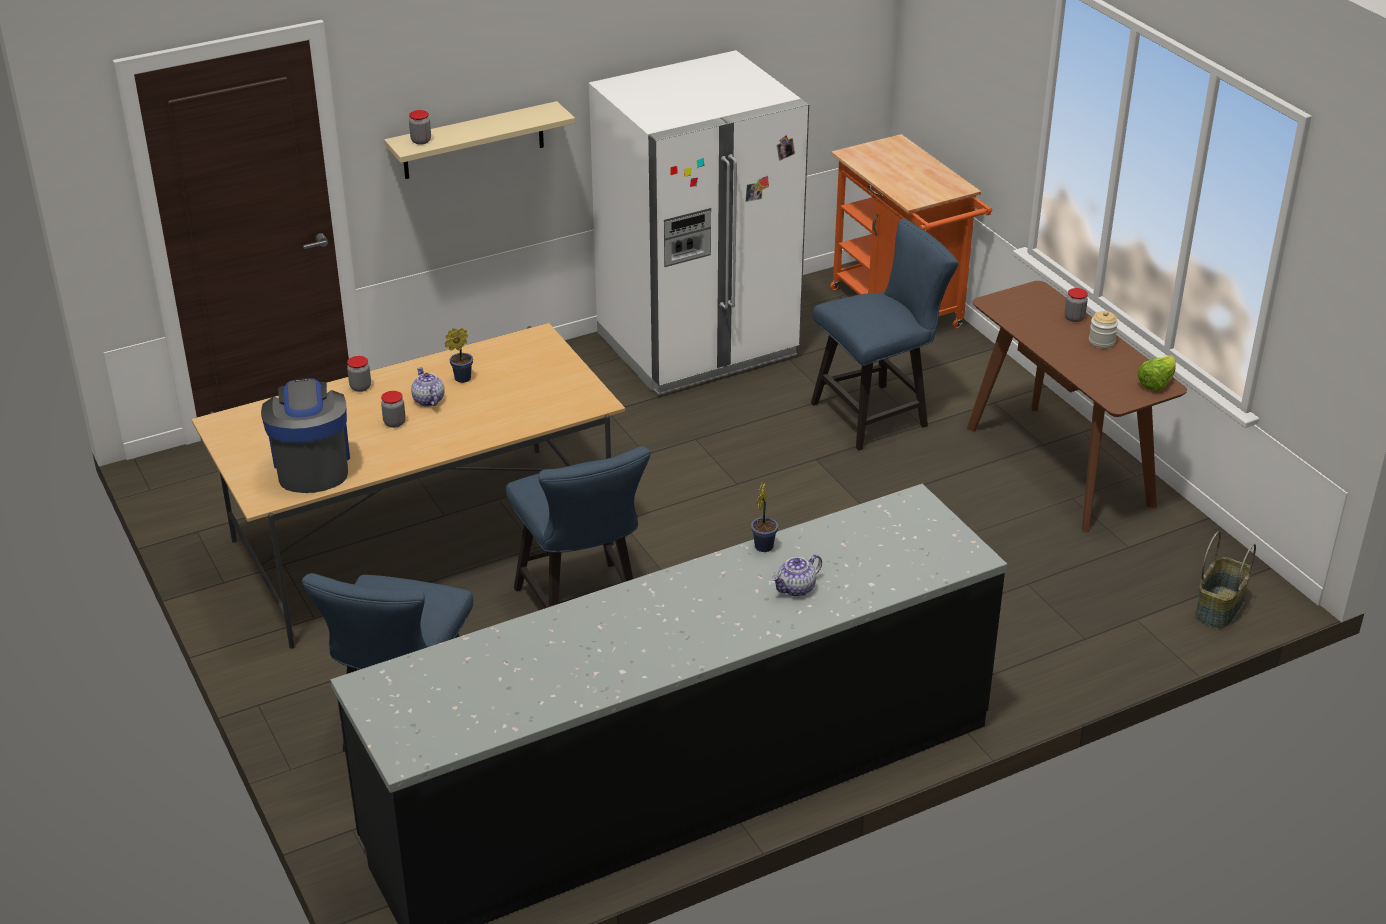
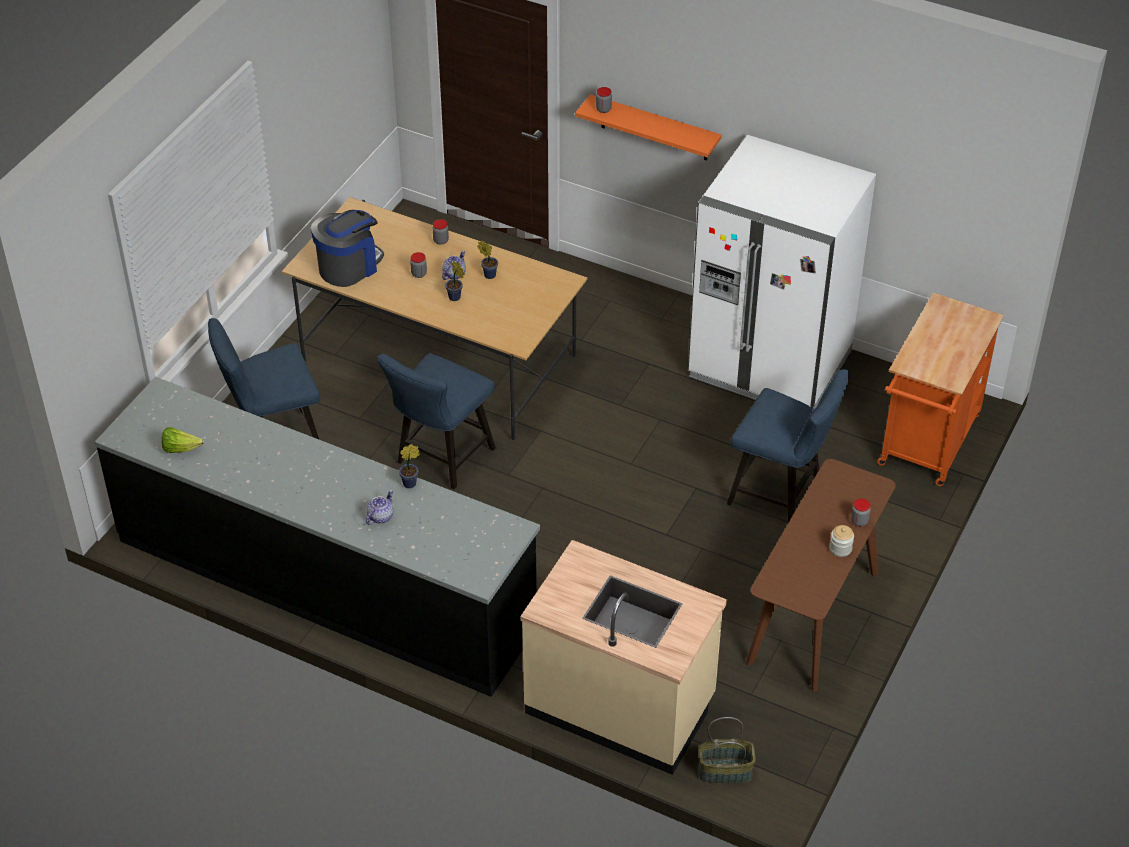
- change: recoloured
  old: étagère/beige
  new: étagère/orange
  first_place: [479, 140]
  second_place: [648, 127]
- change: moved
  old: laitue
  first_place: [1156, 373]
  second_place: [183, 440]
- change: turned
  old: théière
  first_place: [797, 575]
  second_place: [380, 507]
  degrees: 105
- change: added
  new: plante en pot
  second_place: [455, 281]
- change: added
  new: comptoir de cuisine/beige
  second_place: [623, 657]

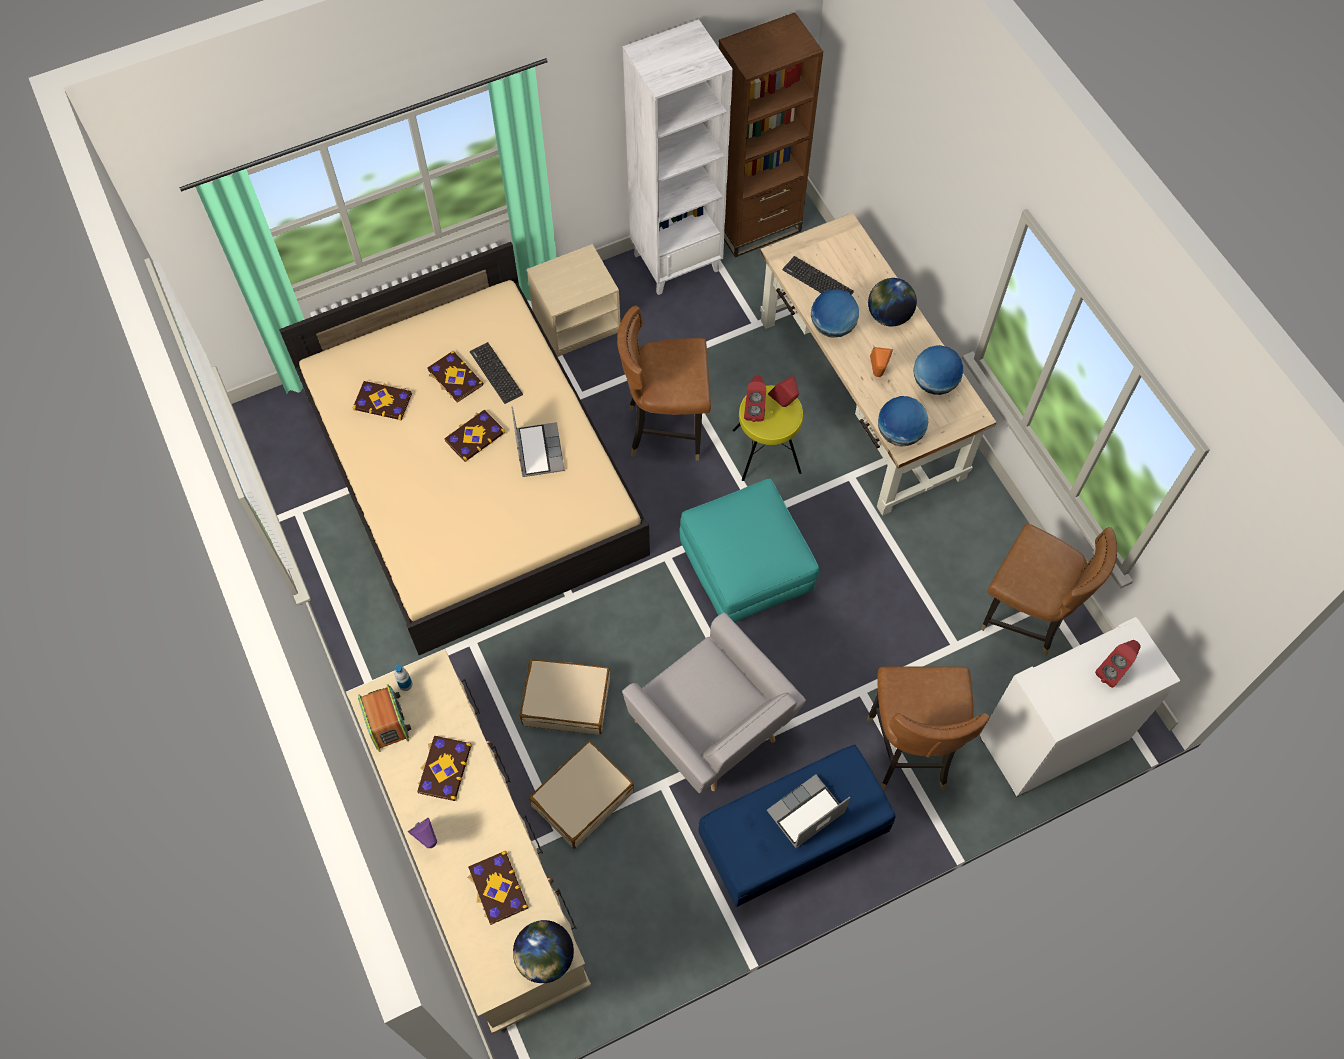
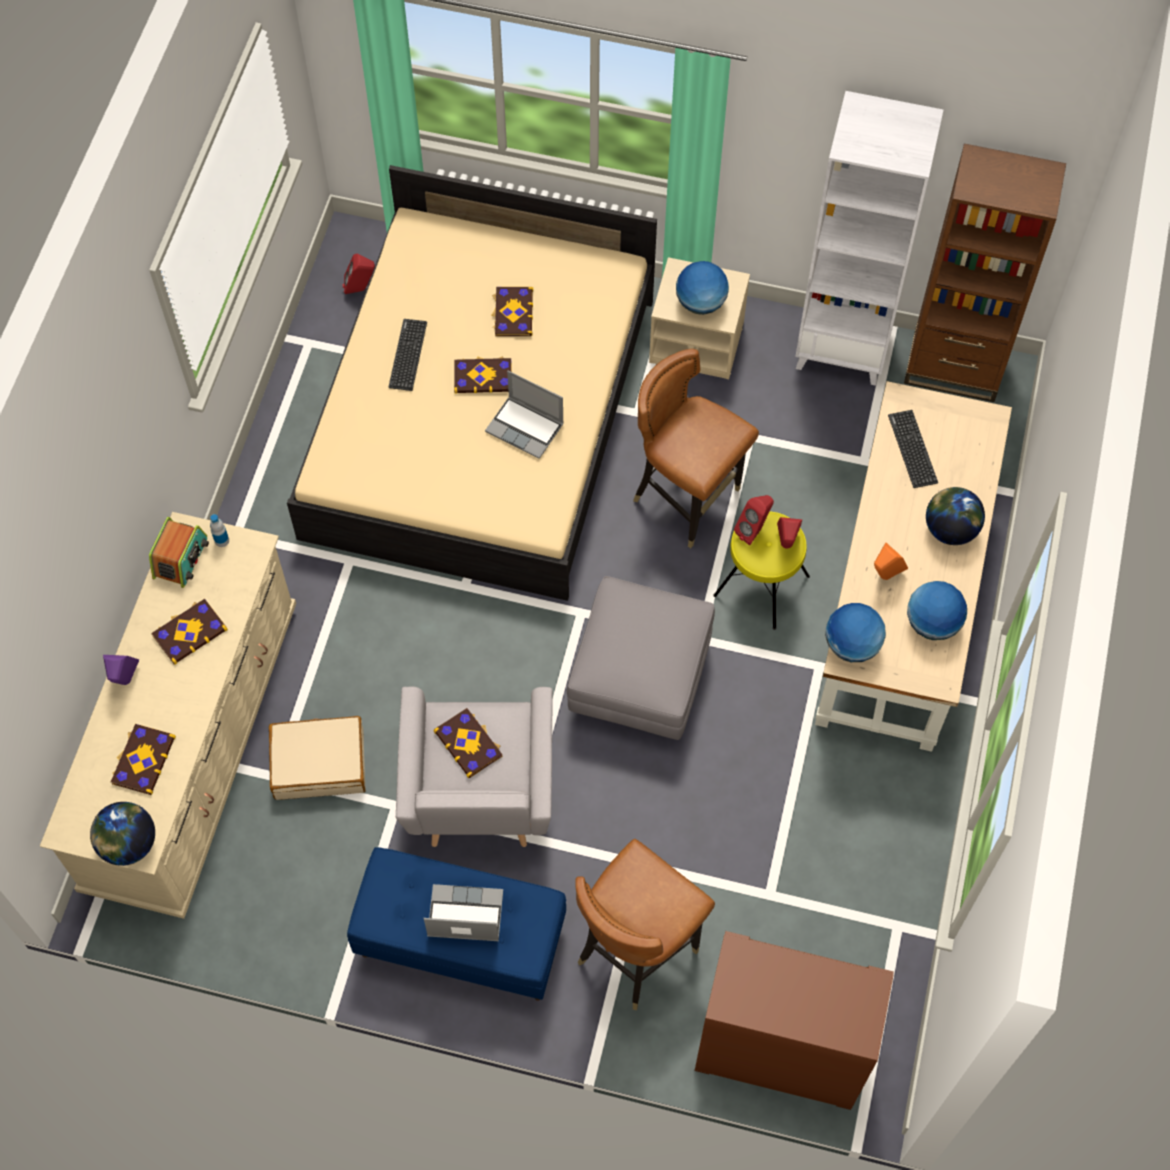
- change: moved
  old: globe
  first_place: [835, 313]
  second_place: [702, 288]
- change: moved
  old: clavier
  first_place: [496, 373]
  second_place: [407, 355]
- change: moved
  old: livre
  first_place: [382, 400]
  second_place: [467, 743]
- change: turned
  old: ordinateur portable
  first_place: [538, 441]
  second_place: [524, 415]
  degrees: 90
- change: recoloured
  old: pouf/turquoise
  new: pouf/gris
  first_place: [749, 550]
  second_place: [641, 658]
- change: removed
  old: chaise/marron
  first_place: [1049, 589]
- change: recoloured
  old: meuble de rangement/blanc
  new: meuble de rangement/marron
  first_place: [1080, 707]
  second_place: [794, 1020]
- change: moved
  old: enceinte/rouge
  first_place: [1117, 664]
  second_place: [359, 274]
- change: removed
  old: valise/beige
  first_place: [565, 697]

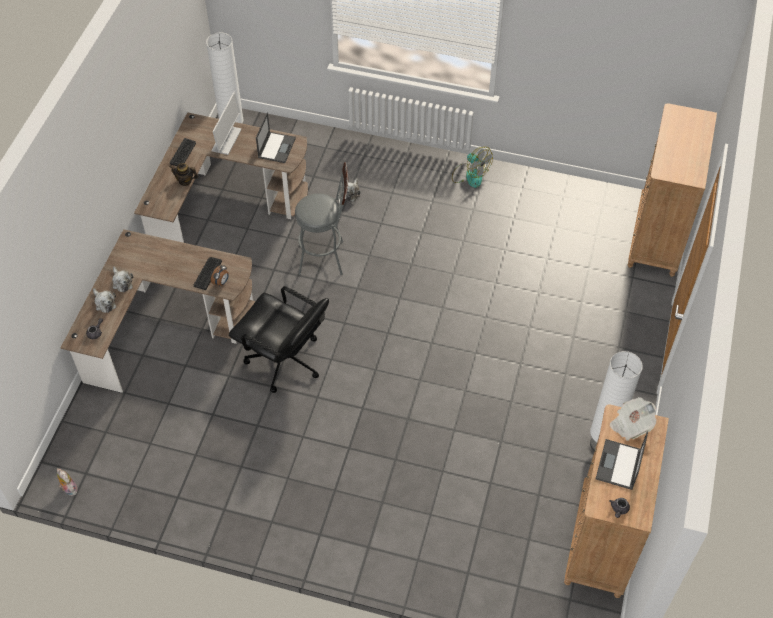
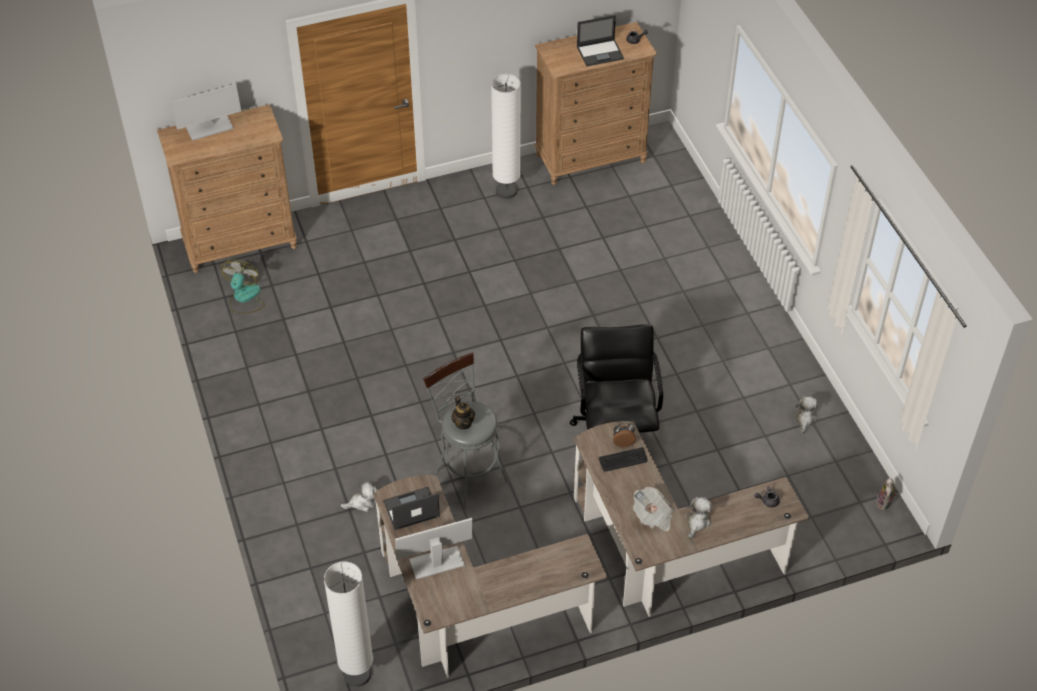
- change: removed
  old: clavier
  first_place: [183, 152]
- change: moved
  old: ventilateur
  first_place: [472, 167]
  second_place: [243, 286]
- change: moved
  old: théière
  first_place: [183, 174]
  second_place: [463, 413]
- change: moved
  old: peluche
  first_place: [104, 300]
  second_place: [806, 415]
- change: moved
  old: journal
  first_place: [633, 419]
  second_place: [653, 509]
- change: added
  new: écran d'ordinateur
  second_place: [206, 112]

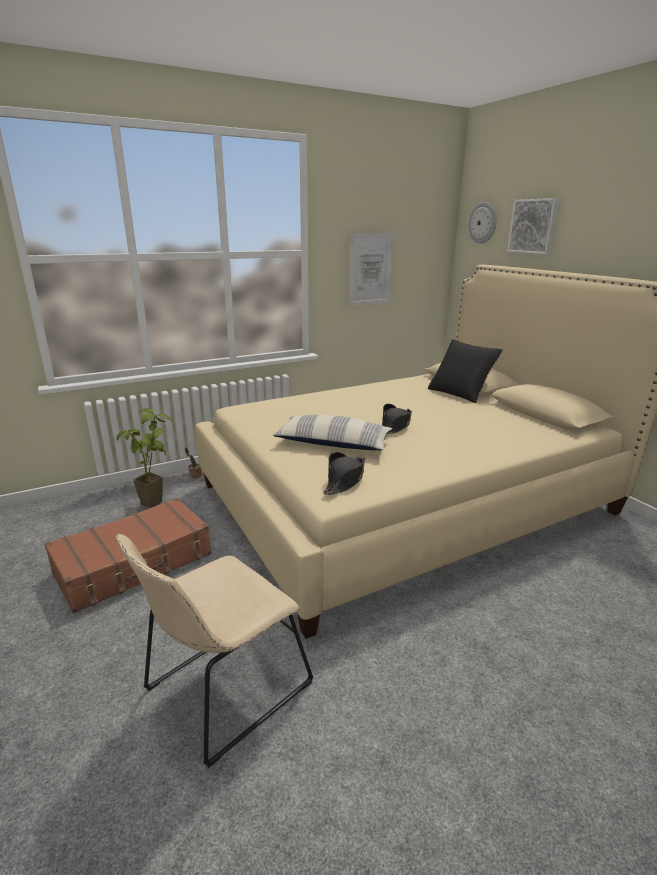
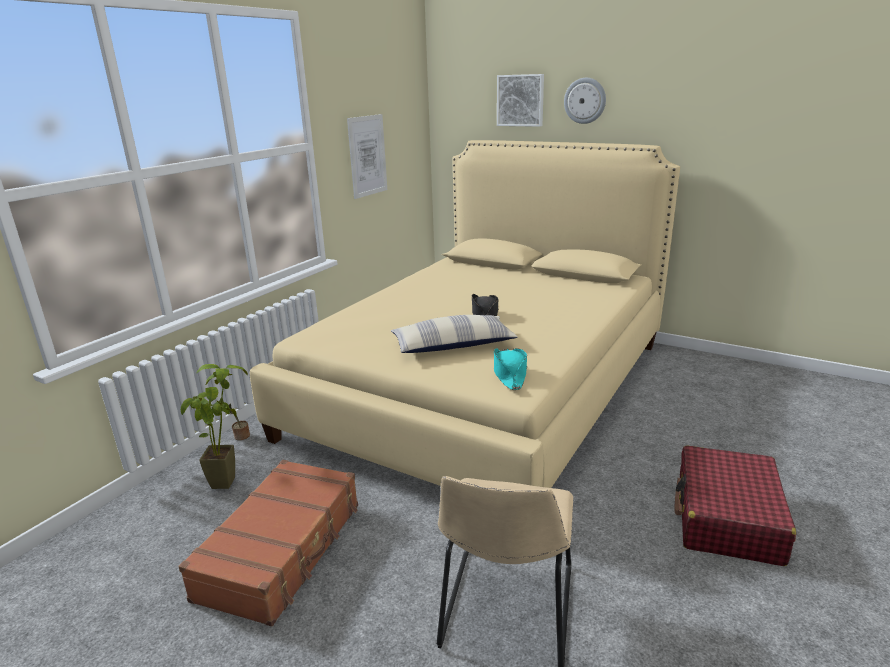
- change: moved
  old: horloge murale
  first_place: [482, 223]
  second_place: [585, 101]
- change: removed
  old: coussin/noir
  first_place: [465, 371]
- change: recoloured
  old: chapeau/noir
  new: chapeau/turquoise
  first_place: [344, 473]
  second_place: [510, 369]
- change: added
  new: valise/rouge
  second_place: [735, 505]

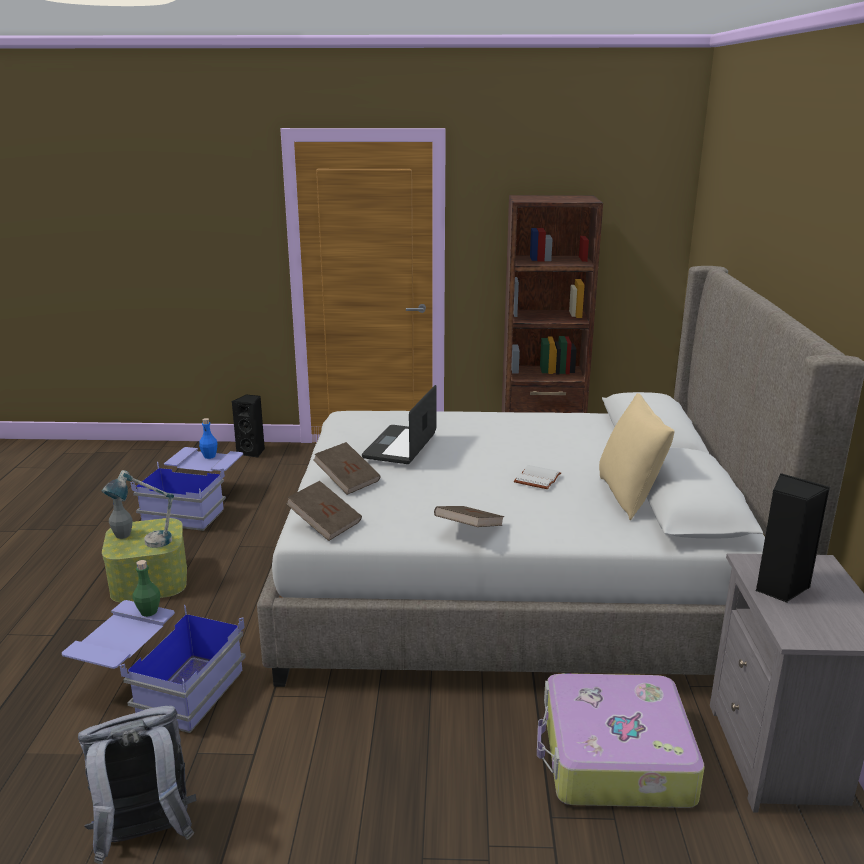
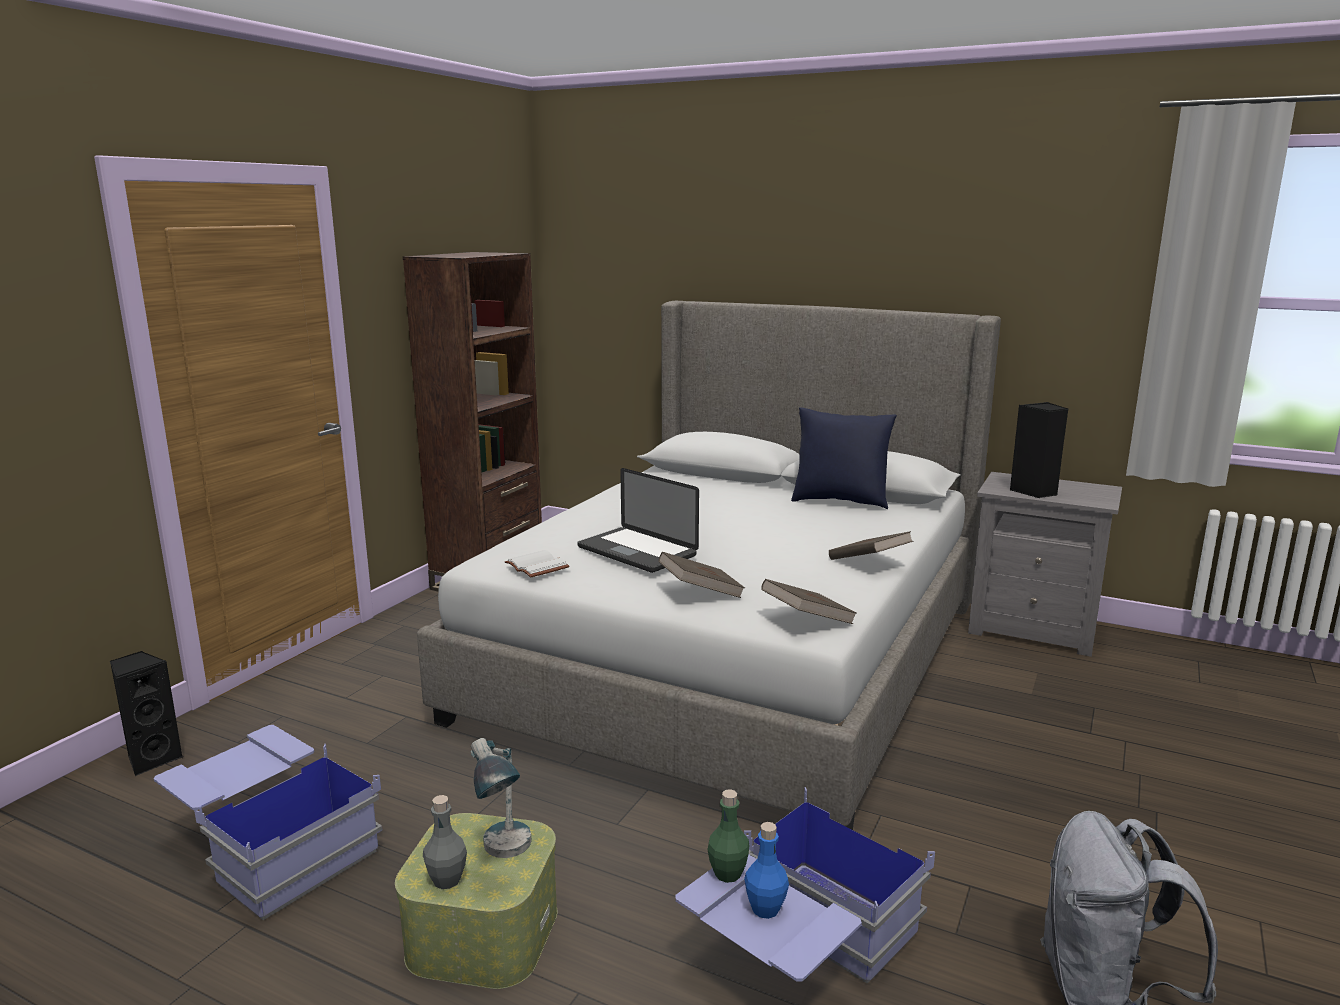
- change: recoloured
  old: coussin/beige
  new: coussin/bleu
  first_place: [637, 456]
  second_place: [844, 458]
- change: moved
  old: bouteille/bleu
  first_place: [208, 438]
  second_place: [766, 870]
- change: moved
  old: livre/blanc
  first_place: [537, 477]
  second_place: [537, 564]
- change: removed
  old: valise
  first_place: [621, 740]

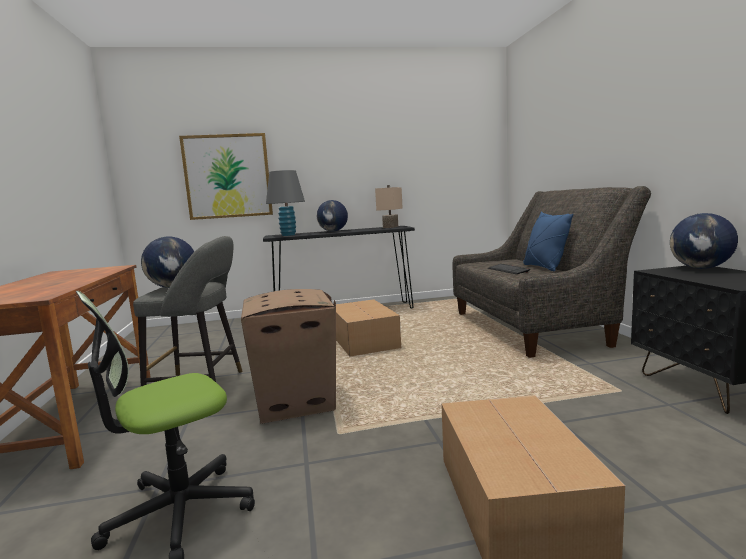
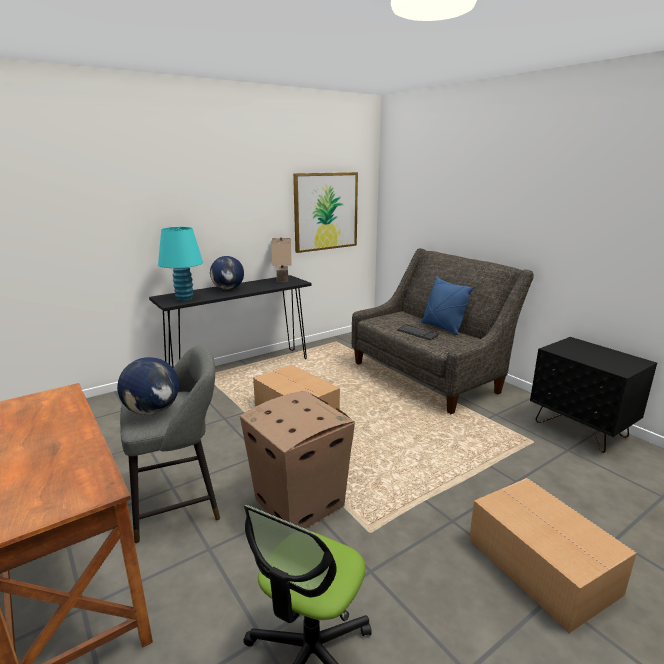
- change: moved
  old: tableau
  first_place: [226, 176]
  second_place: [325, 212]
- change: recoloured
  old: lampe de table/gris
  new: lampe de table/turquoise
  first_place: [285, 203]
  second_place: [180, 264]
- change: removed
  old: globe
  first_place: [704, 241]

